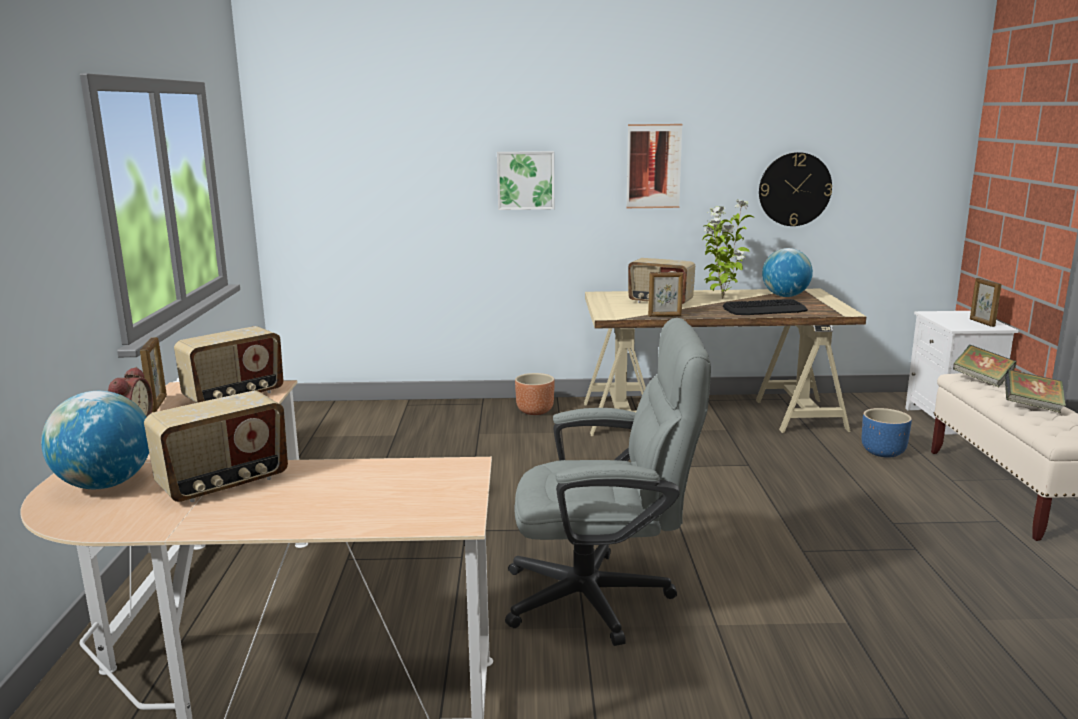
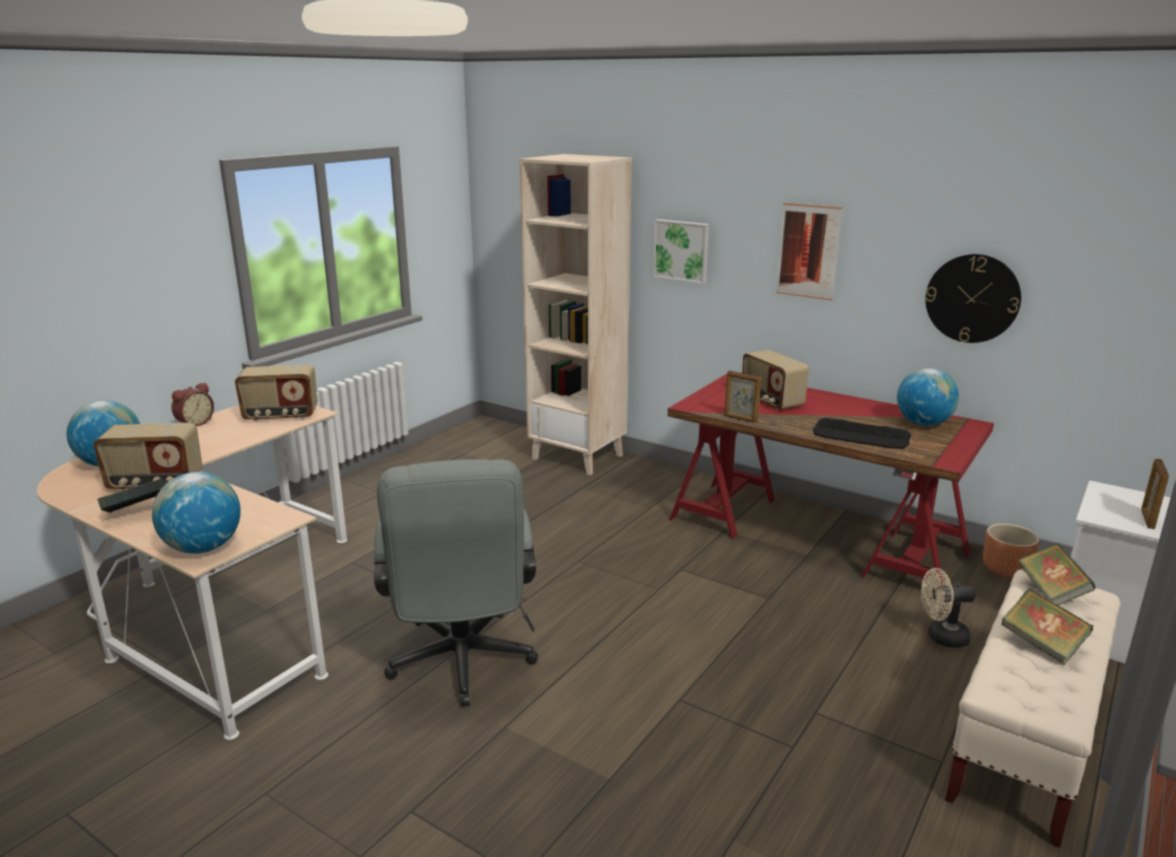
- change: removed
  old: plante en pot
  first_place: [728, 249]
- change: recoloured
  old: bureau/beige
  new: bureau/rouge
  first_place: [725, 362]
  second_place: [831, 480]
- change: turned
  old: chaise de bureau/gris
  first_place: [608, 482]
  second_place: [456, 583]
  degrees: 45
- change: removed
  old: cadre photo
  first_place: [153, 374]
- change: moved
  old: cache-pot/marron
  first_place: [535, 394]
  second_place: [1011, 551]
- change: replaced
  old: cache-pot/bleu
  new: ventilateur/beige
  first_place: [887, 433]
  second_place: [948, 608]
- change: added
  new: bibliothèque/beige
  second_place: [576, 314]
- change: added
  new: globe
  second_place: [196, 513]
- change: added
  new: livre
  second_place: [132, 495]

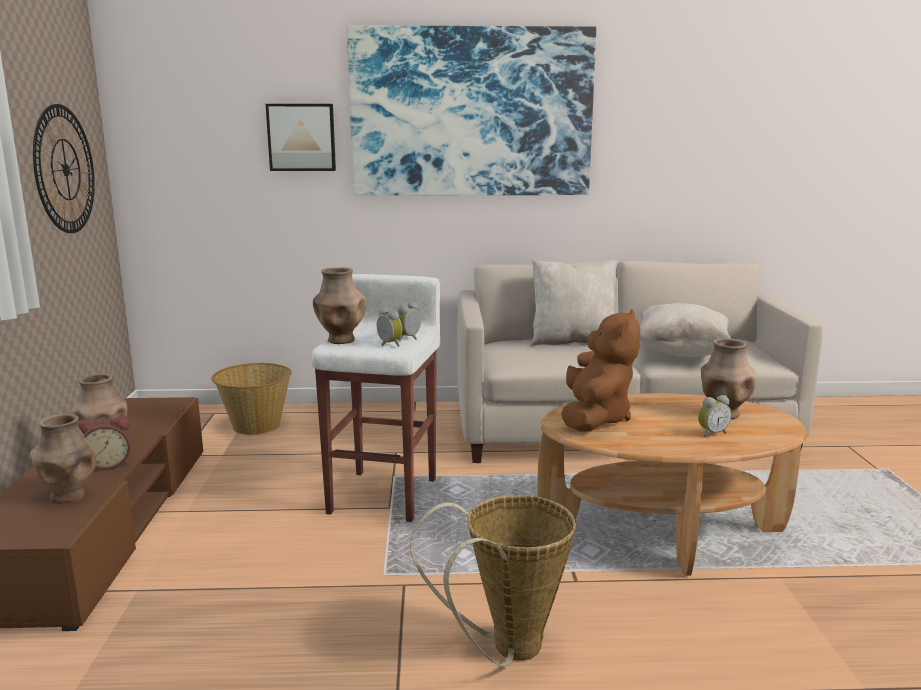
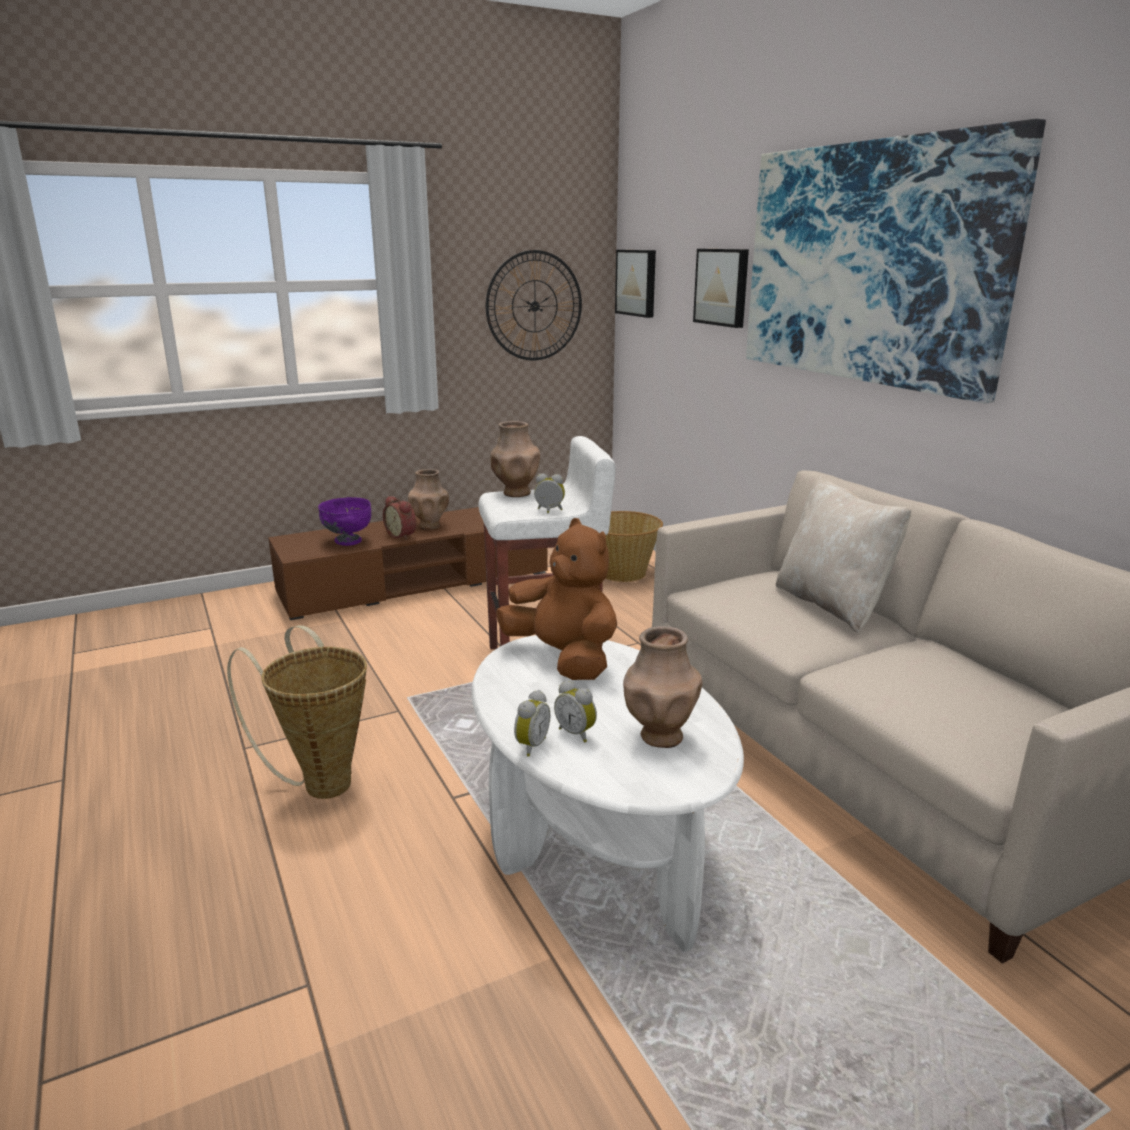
- change: removed
  old: coussin/beige
  first_place: [685, 330]
- change: moved
  old: réveil
  first_place: [389, 327]
  second_place: [532, 723]
- change: turned
  old: peluche/marron
  first_place: [600, 370]
  second_place: [556, 599]
  degrees: -120
- change: recoloured
  old: table basse/marron
  new: table basse/blanc
  first_place: [672, 484]
  second_place: [608, 793]
- change: replaced
  old: vase/marron
  new: bol/violet
  first_place: [63, 459]
  second_place: [344, 521]
- change: added
  new: tableau
  second_place: [635, 284]

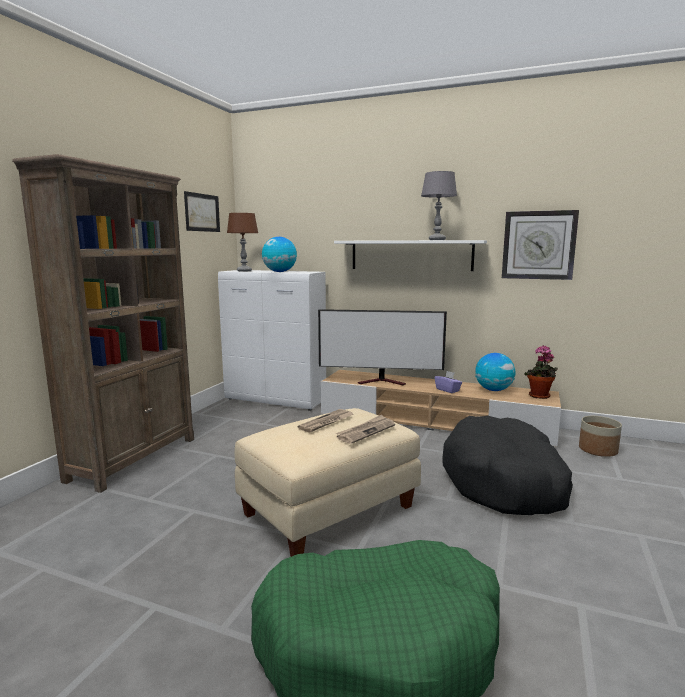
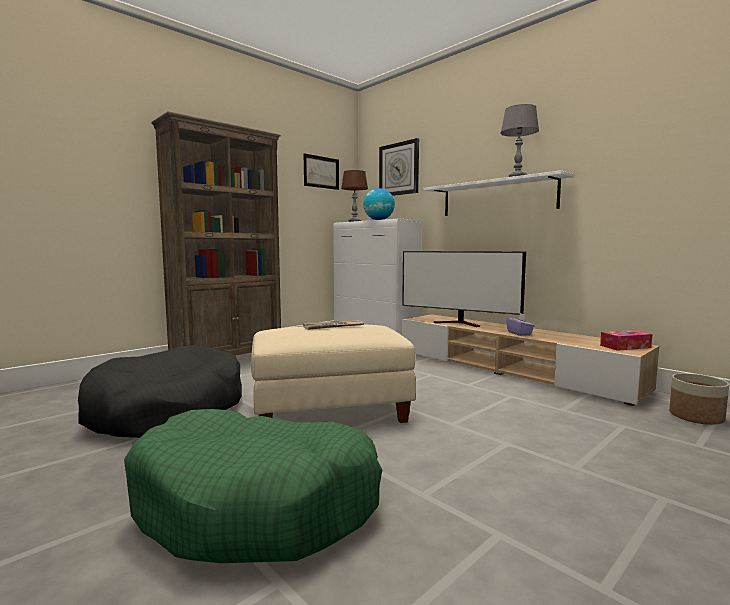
- change: moved
  old: horloge murale
  first_place: [540, 245]
  second_place: [399, 167]
- change: replaced
  old: plante en pot
  new: boîte à mouchoirs
  first_place: [541, 372]
  second_place: [626, 340]
- change: removed
  old: globe
  first_place: [495, 372]
- change: removed
  old: journal
  first_place: [365, 429]
- change: moved
  old: panier pour chien/noir
  first_place: [507, 465]
  second_place: [160, 391]

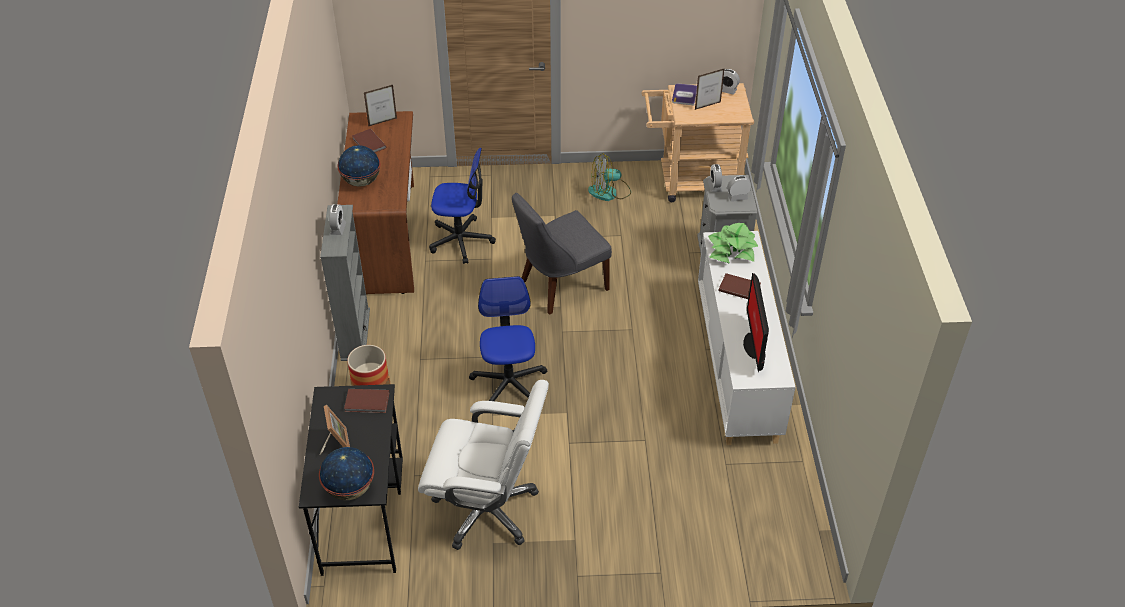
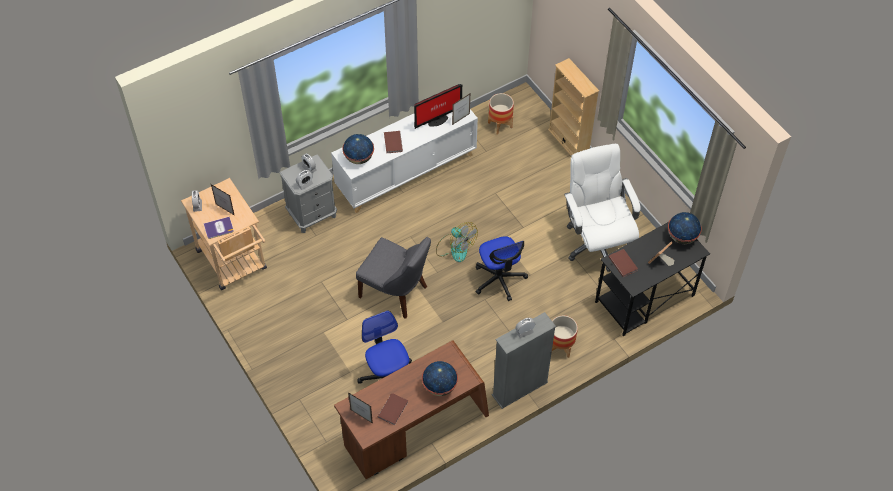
- change: moved
  old: ventilateur
  first_place: [609, 177]
  second_place: [457, 242]
- change: replaced
  old: plante en pot
  new: globe
  first_place: [733, 243]
  second_place: [358, 149]
- change: turned
  old: chaise de bureau
  first_place: [508, 338]
  second_place: [502, 268]
  degrees: -75
- change: added
  new: bibliothèque/beige
  second_place: [573, 107]
- change: added
  new: cache-pot
  second_place: [501, 114]
- change: added
  new: cadre photo
  second_place: [461, 109]

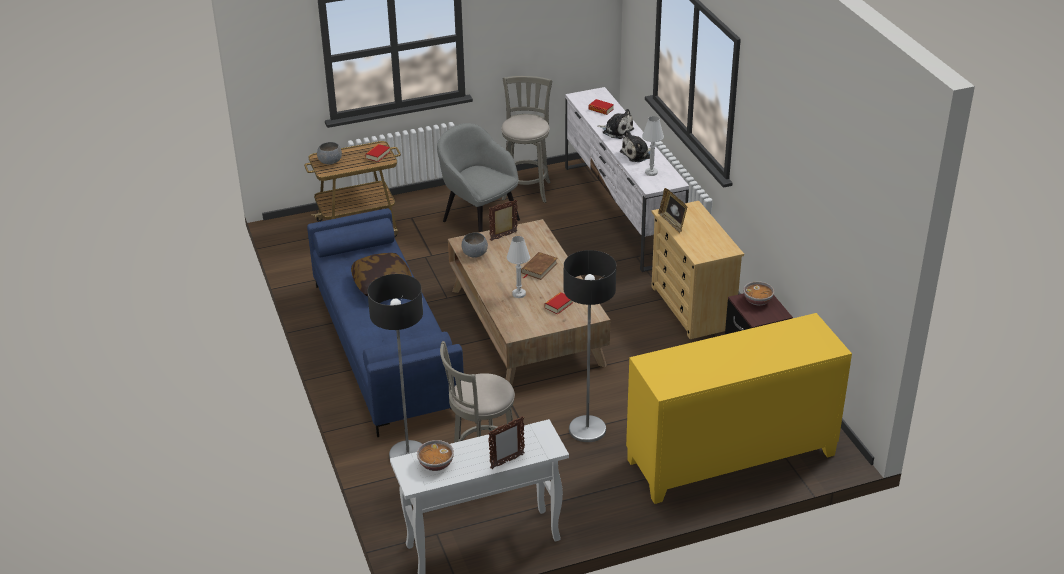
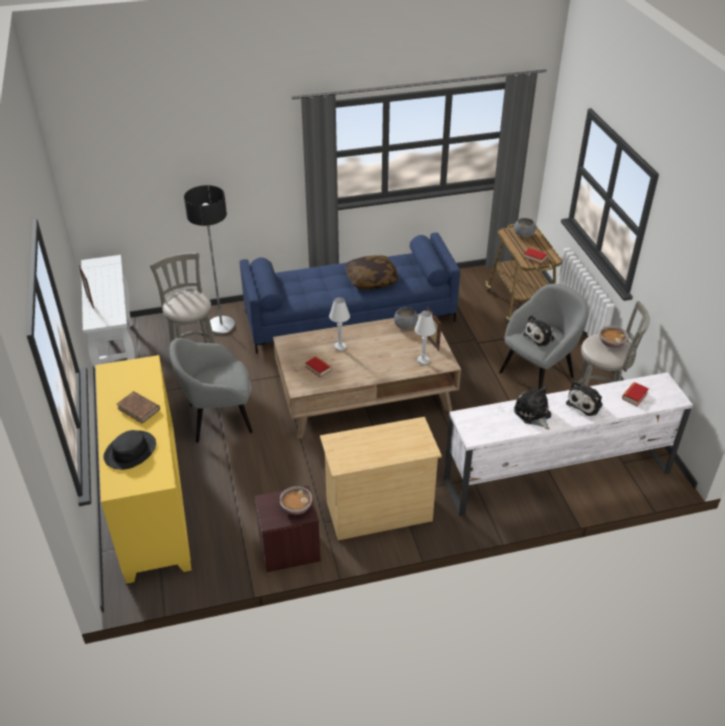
- change: moved
  old: lampe de table/blanc
  first_place: [653, 146]
  second_place: [425, 338]
- change: removed
  old: cadre photo
  first_place: [672, 210]
- change: replaced
  old: lampadaire
  new: fauteuil/gris
  first_place: [590, 346]
  second_place: [211, 390]
- change: moved
  old: livre/marron
  first_place: [539, 266]
  second_place: [138, 407]
- change: moved
  old: bol
  first_place: [435, 455]
  second_place: [613, 337]
- change: added
  new: peluche
  second_place: [539, 330]
- change: added
  new: chapeau/noir
  second_place: [130, 450]

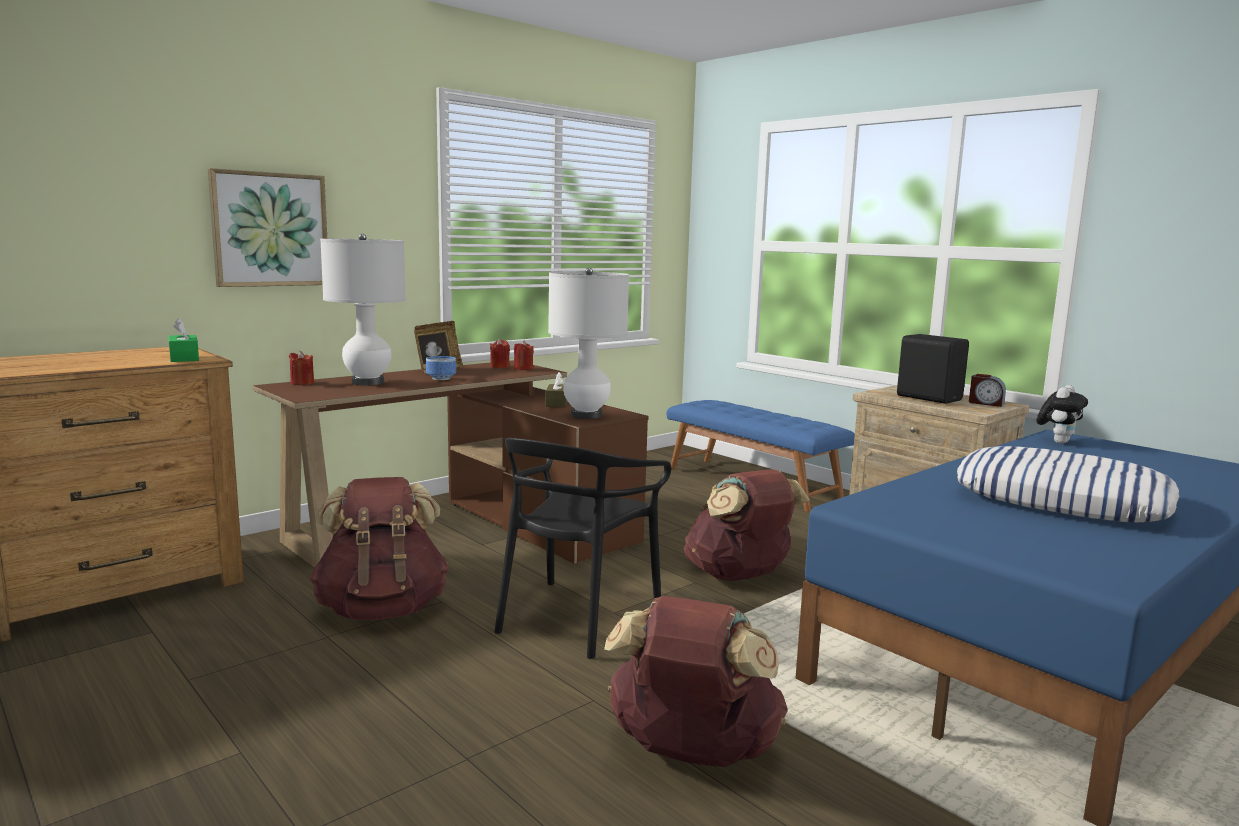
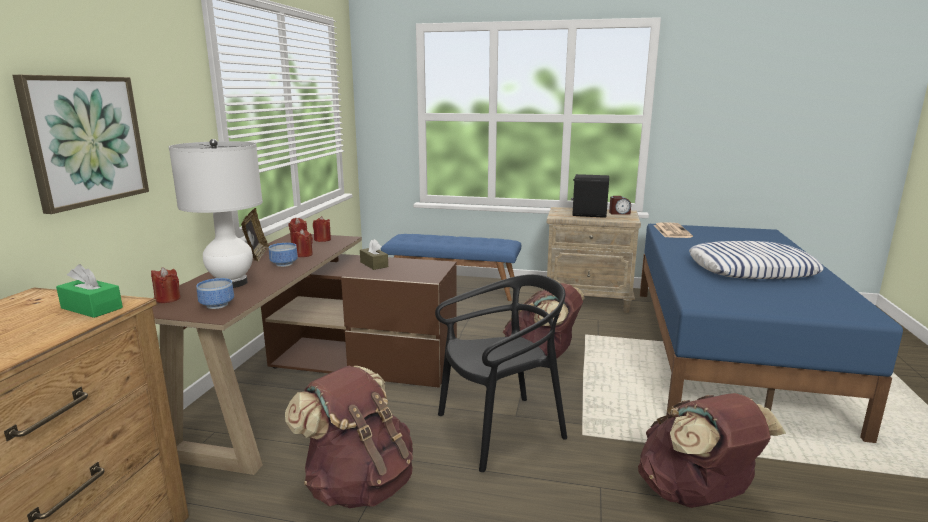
- change: removed
  old: lampe de table/blanc
  first_place: [588, 343]
- change: replaced
  old: peluche
  new: journal
  first_place: [1062, 414]
  second_place: [673, 230]
- change: turned
  old: chaise/noir
  first_place: [582, 548]
  second_place: [501, 373]
  degrees: -105
- change: added
  new: bougie/rouge
  second_place: [303, 243]
- change: added
  new: bol
  second_place: [215, 293]

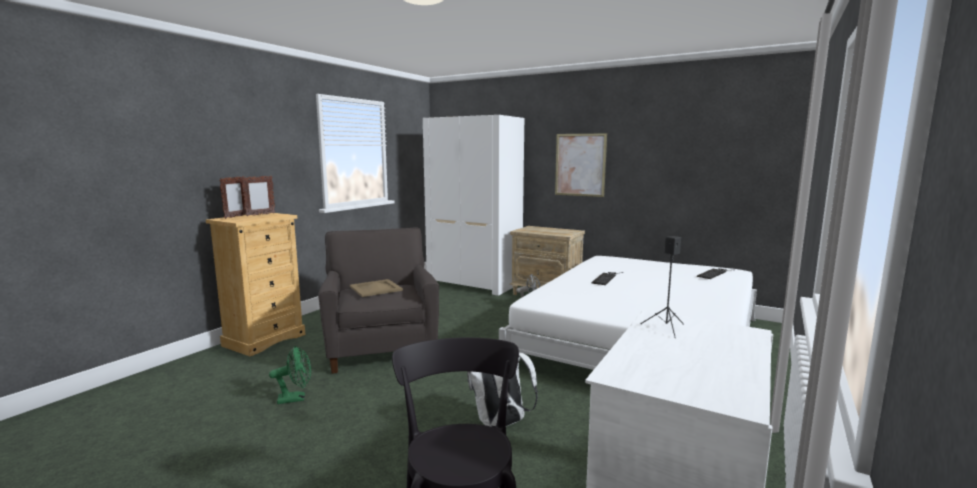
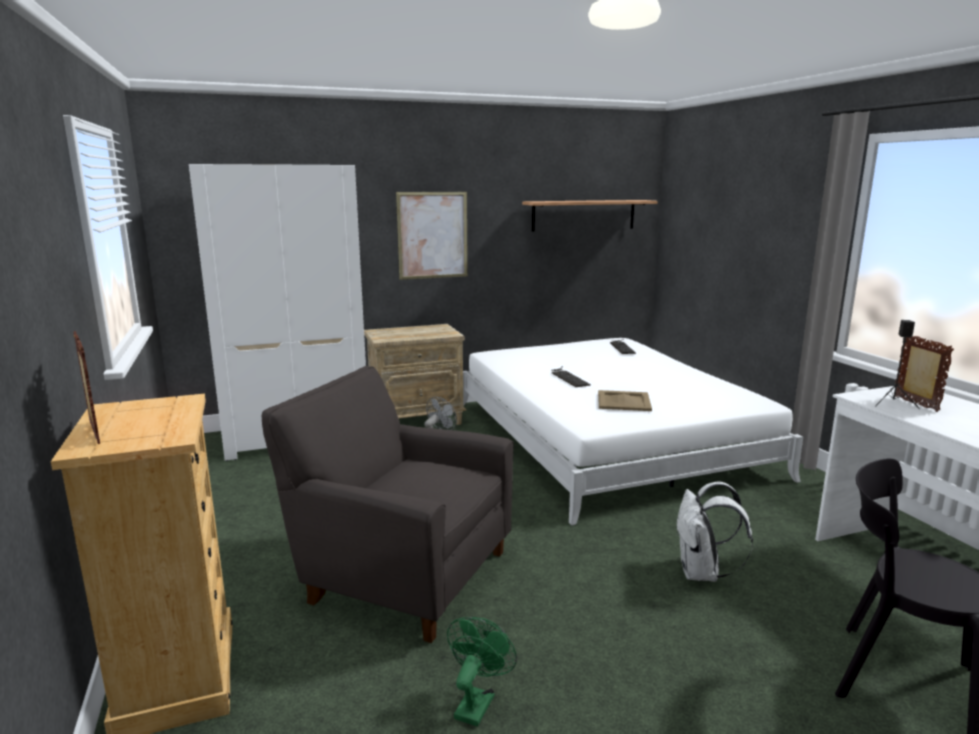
- change: moved
  old: cadre photo
  first_place: [258, 195]
  second_place: [923, 374]
- change: moved
  old: plateau/beige
  first_place: [376, 288]
  second_place: [625, 400]
- change: added
  new: étagère
  second_place: [590, 215]

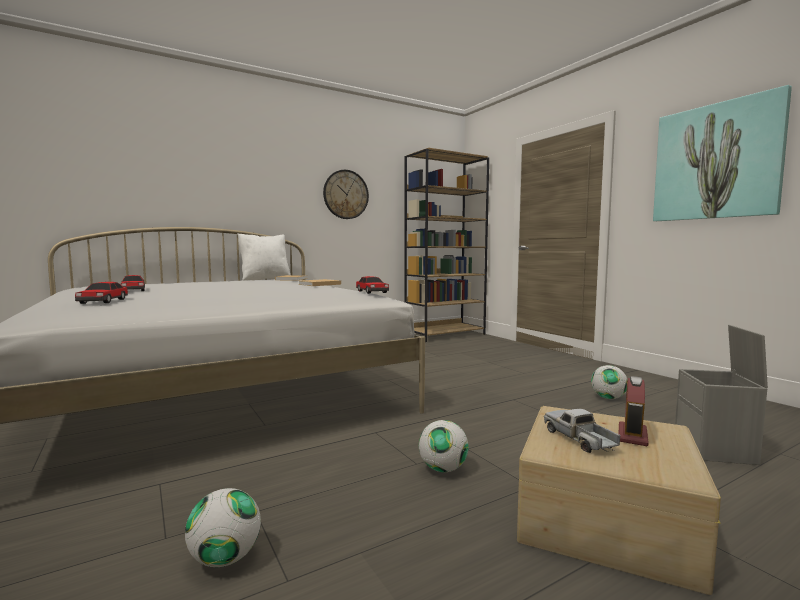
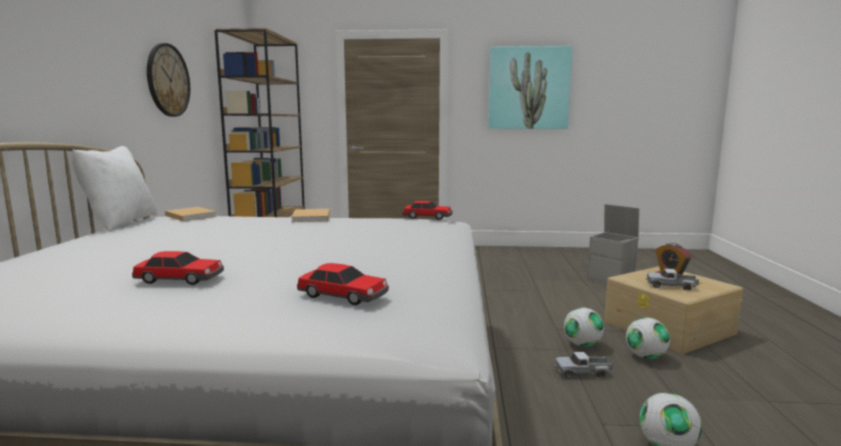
- change: moved
  old: ballon de foot
  first_place: [609, 382]
  second_place: [648, 338]
- change: added
  new: camion jouet
  second_place: [583, 365]

